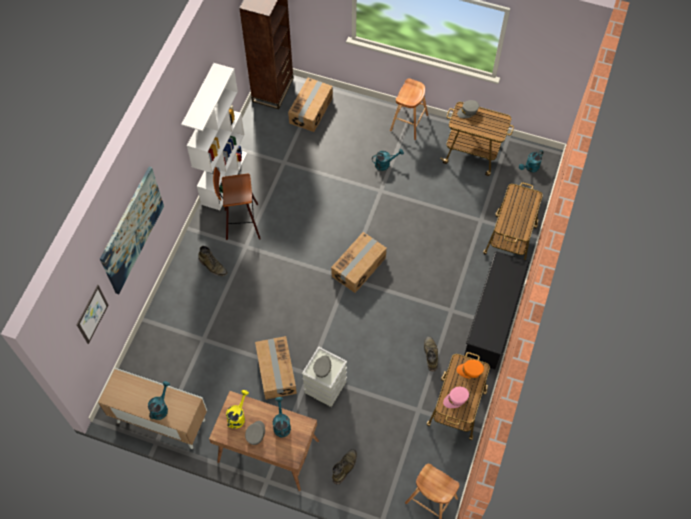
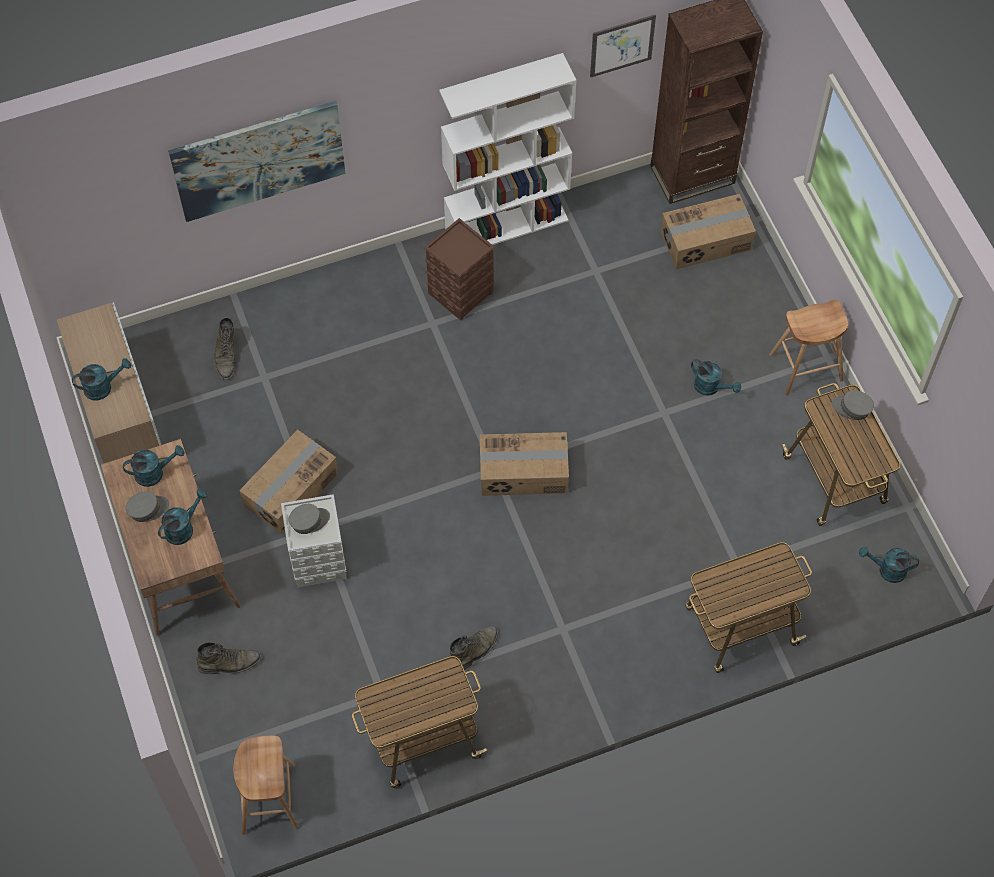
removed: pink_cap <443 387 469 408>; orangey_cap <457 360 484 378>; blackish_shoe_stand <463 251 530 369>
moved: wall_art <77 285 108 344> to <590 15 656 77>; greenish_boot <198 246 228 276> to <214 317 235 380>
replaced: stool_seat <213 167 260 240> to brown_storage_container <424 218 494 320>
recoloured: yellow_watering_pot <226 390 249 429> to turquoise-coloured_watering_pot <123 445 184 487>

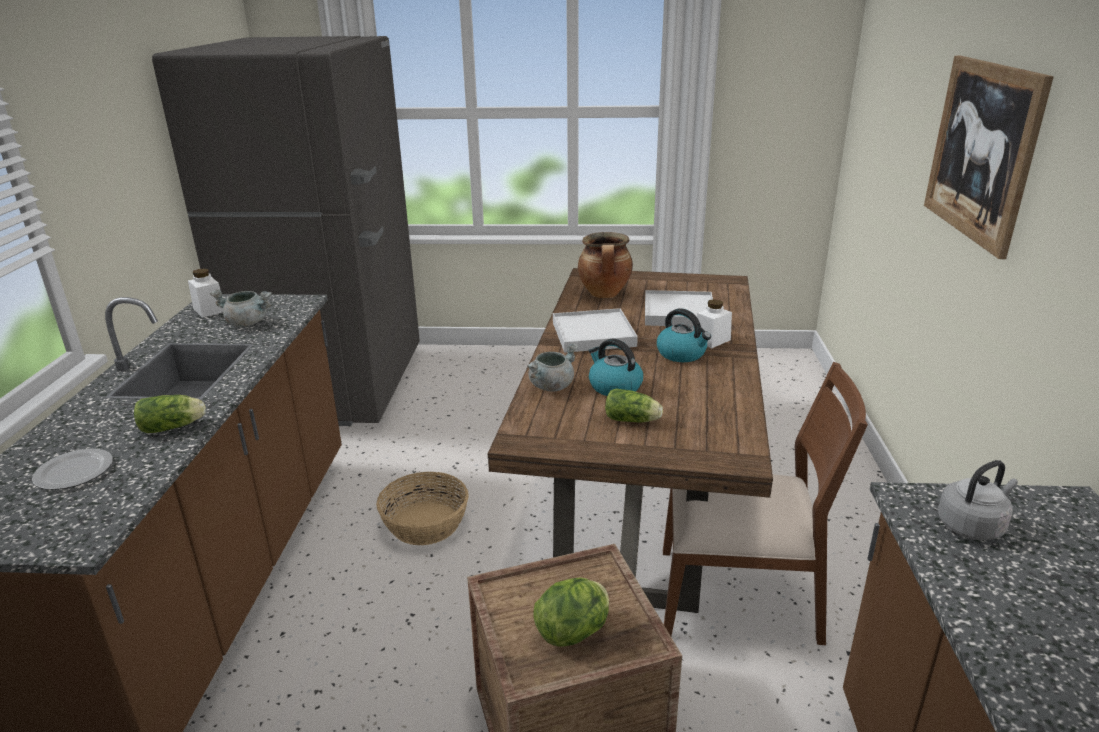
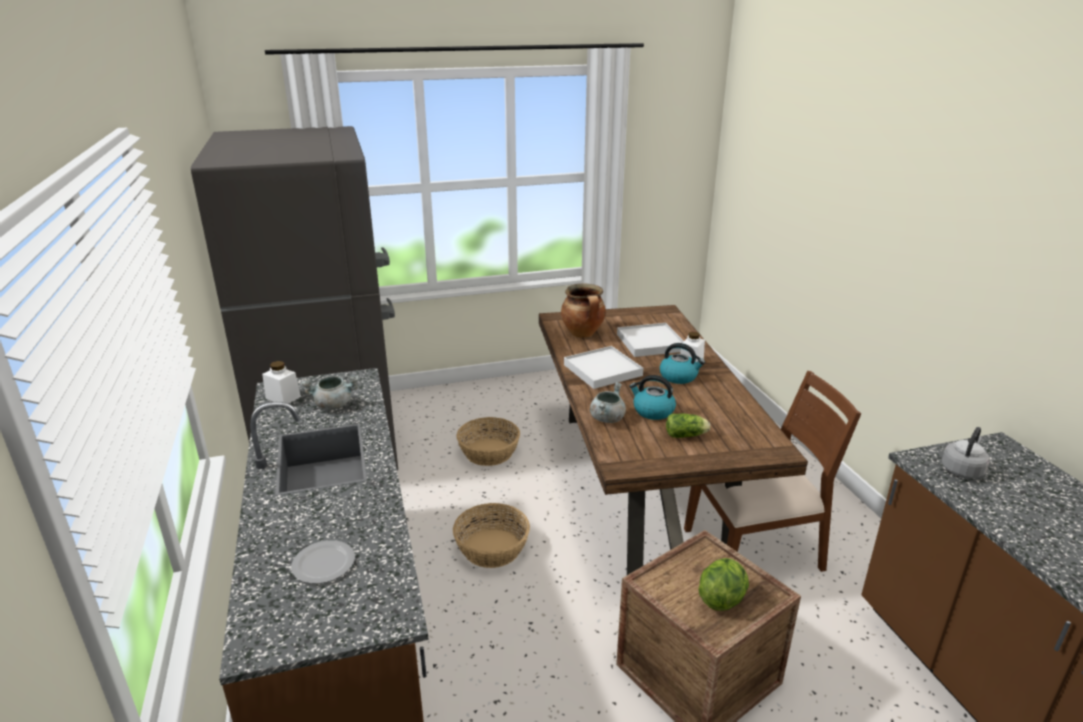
removed: lettuce <134 395 206 433>; wall_art <924 56 1054 259>
added: storage_basket <457 417 520 466>

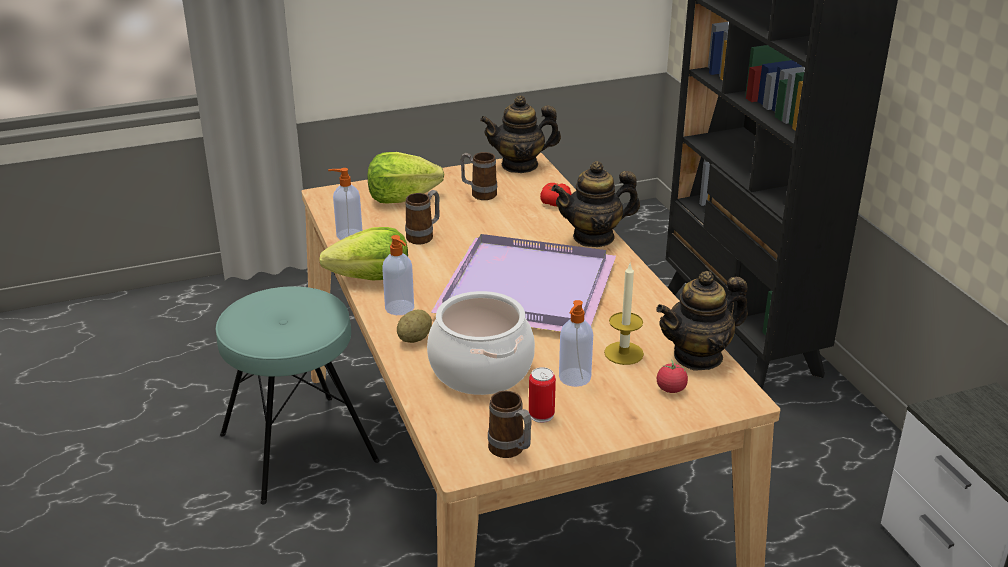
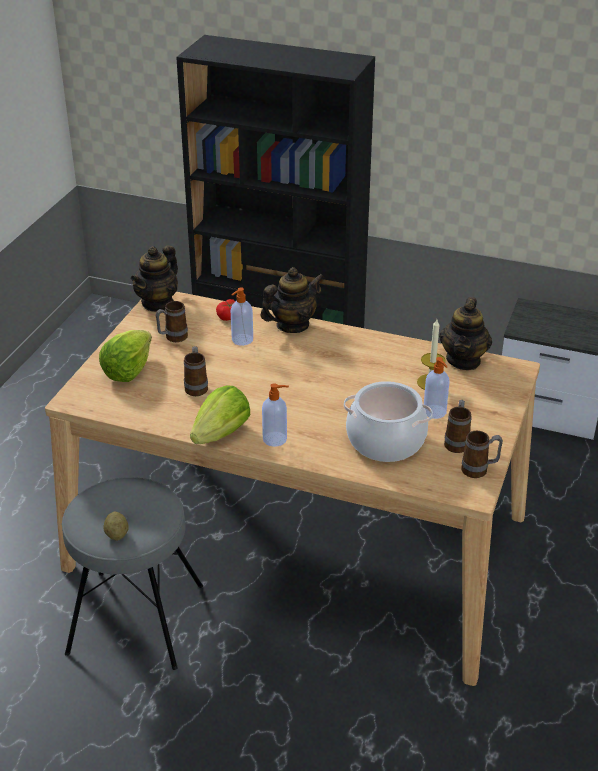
removed: purple-coloured_tray <431 234 616 332>; whole_tomato <657 360 688 393>
moved: soap_bottle <328 168 363 240> to <231 287 253 346>; whole_potato <397 310 432 343> to <104 512 129 541>
replaced: sealed_can <529 367 556 423> to tea_mug <444 400 471 453>
recoloured: turquoise-coloured_stool_seat <215 286 380 505> to grey_stool_seat <62 477 203 670>
turned: tea_pot <551 161 640 247> = <261 267 324 333> 150 degrees counterclockwise

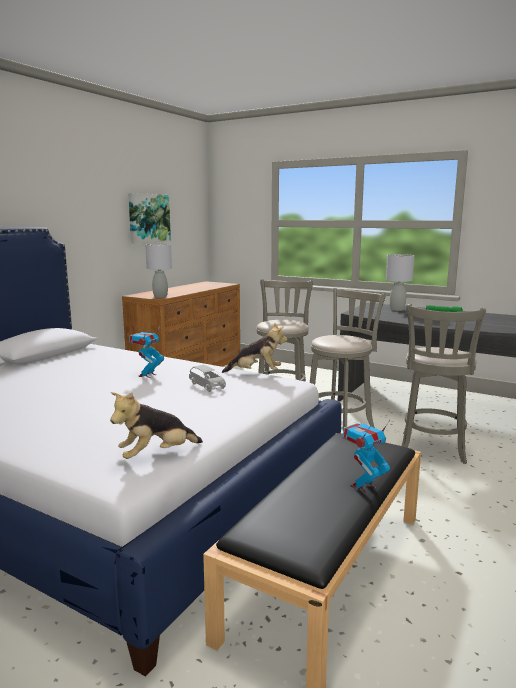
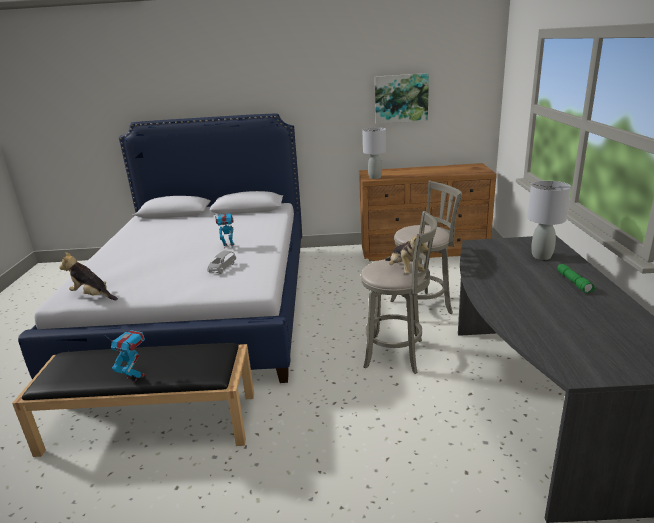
removed: grey_stool_seat <402 304 486 464>
moved: cuddly_toy <222 323 288 373> to <385 231 429 274>

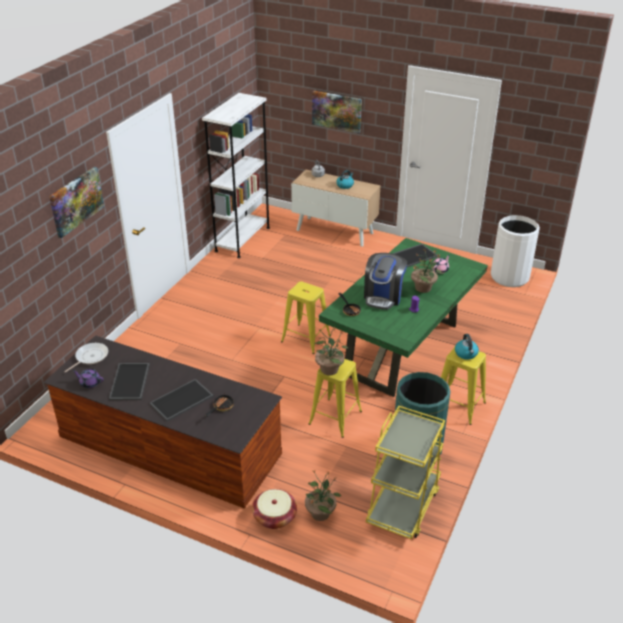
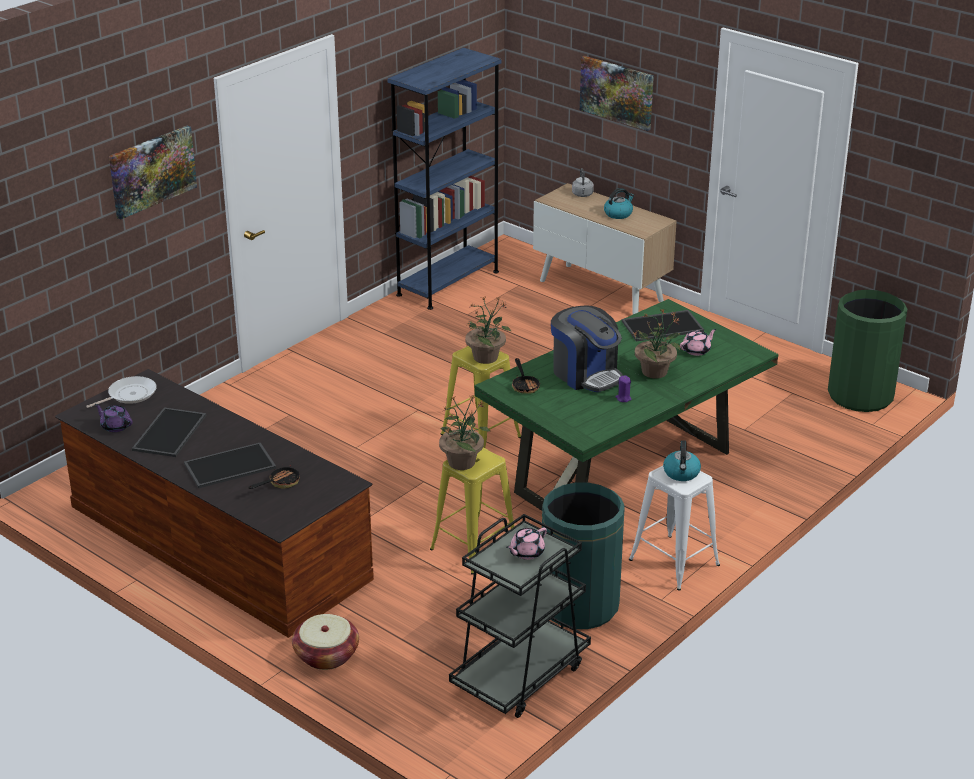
added: pink_tea_pot <506 528 547 560>
moved: houseplant <305 471 341 521> to <465 296 512 364>
recoloured: whitish_shelving_unit <202 93 270 258> to bluish_shelving_unit <387 48 502 310>; yellow_wheeled_cart <366 405 445 539> to blackish_wheeled_cart <449 514 591 718>; yellow_stool_seat <441 347 486 425> to whitish_stool_seat <629 466 720 591>; whitish_waste_bin <491 215 540 287> to greenish_waste_bin <828 290 907 412>
turned: coffee_brewer <364 253 407 310> = <551 305 623 392> 75 degrees counterclockwise

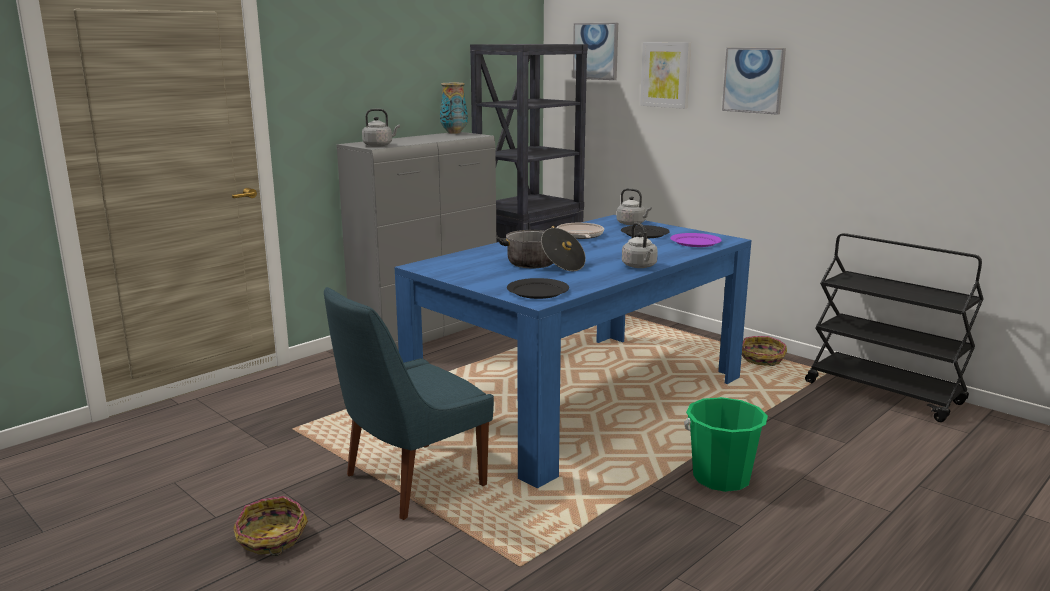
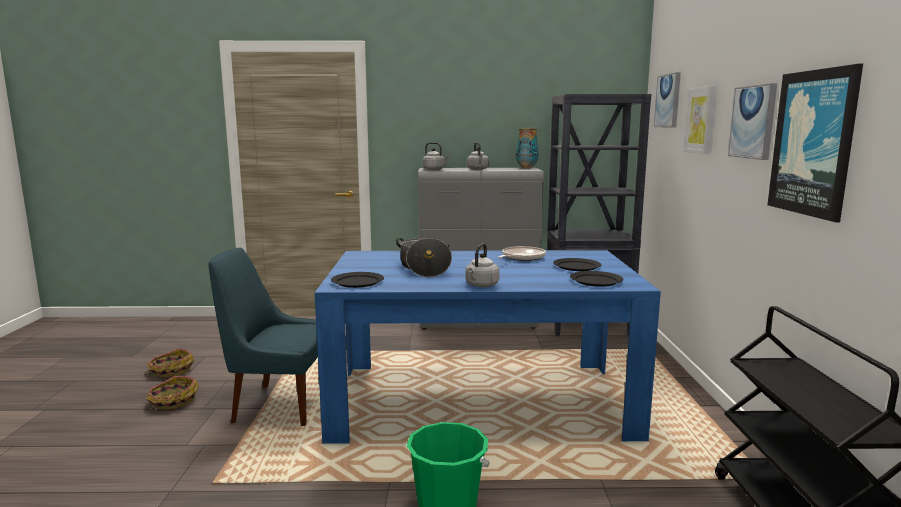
added: wall_art <767 64 863 222>
moved: grey_water_kettle <617 188 652 225> to <467 142 489 170>; storage_basket <742 336 787 366> to <144 348 194 378>
recoloured: purple-coloured_flat_dish <670 233 722 247> to blackish_flat_dish <570 271 623 287>

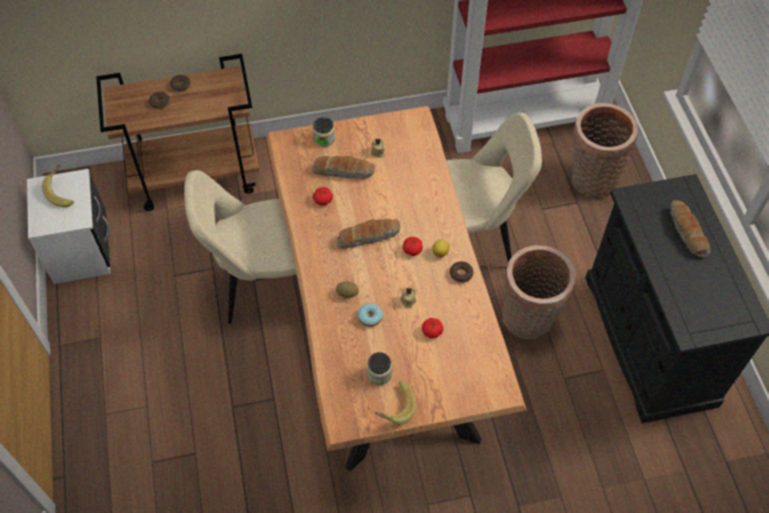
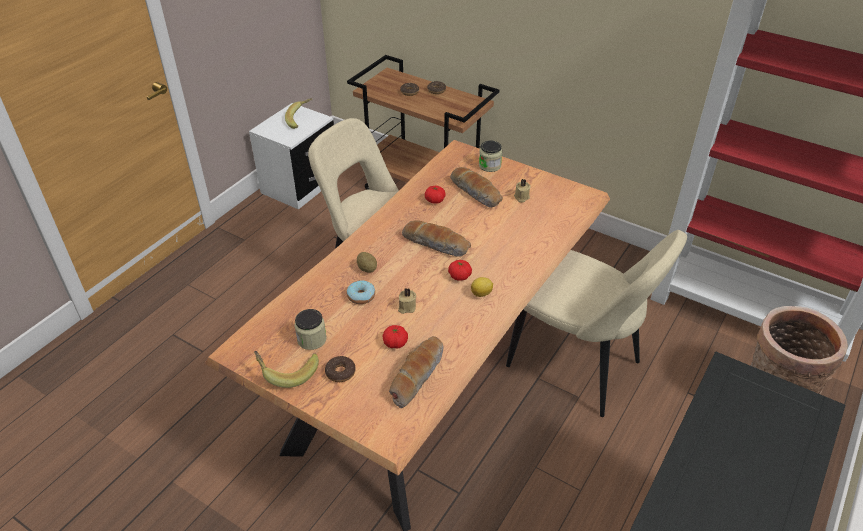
removed: storage_basket <502 245 576 339>
moved: doughnut <450 261 473 283> to <325 356 356 382>; bakery_bread <670 200 710 258> to <389 336 444 408>

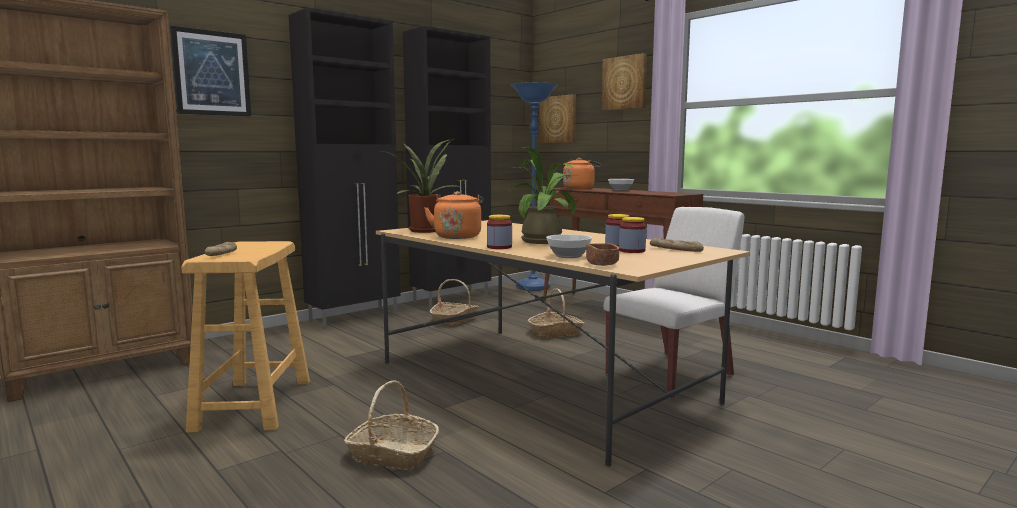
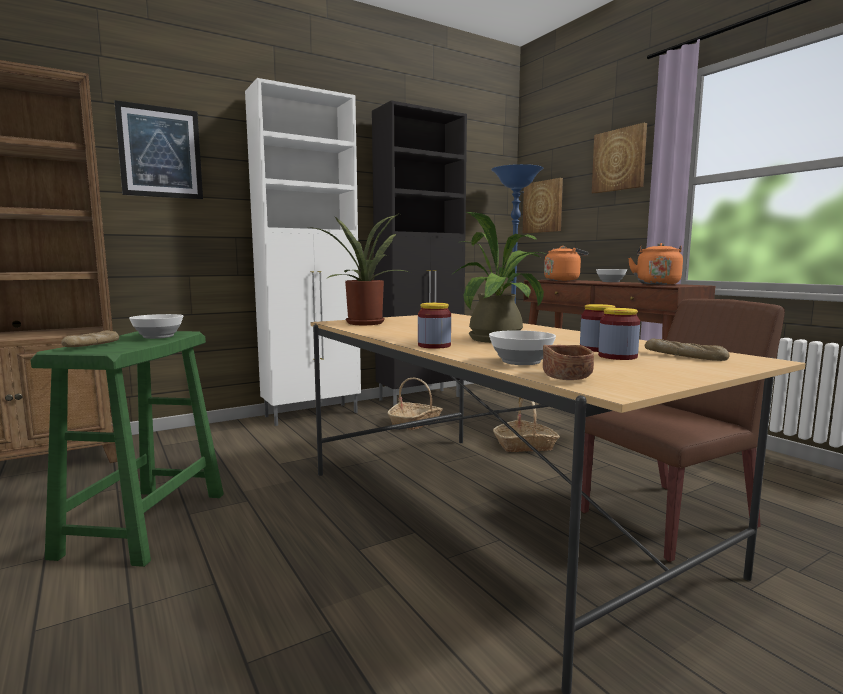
removed: storage_basket <344 381 439 470>
added: serving_bowl <129 314 183 339>
moved: orangey_water_kettle <424 191 483 239> to <628 243 683 285>
recoloured: sand-coloured_stool_seat <181 241 310 433> to greenish_stool_seat <30 331 224 567>; blackish_cupboard <289 8 401 329> to whitish_cupboard <245 78 361 426>; whitish_upright_chair <603 207 744 399> to brown_upright_chair <581 299 785 562>

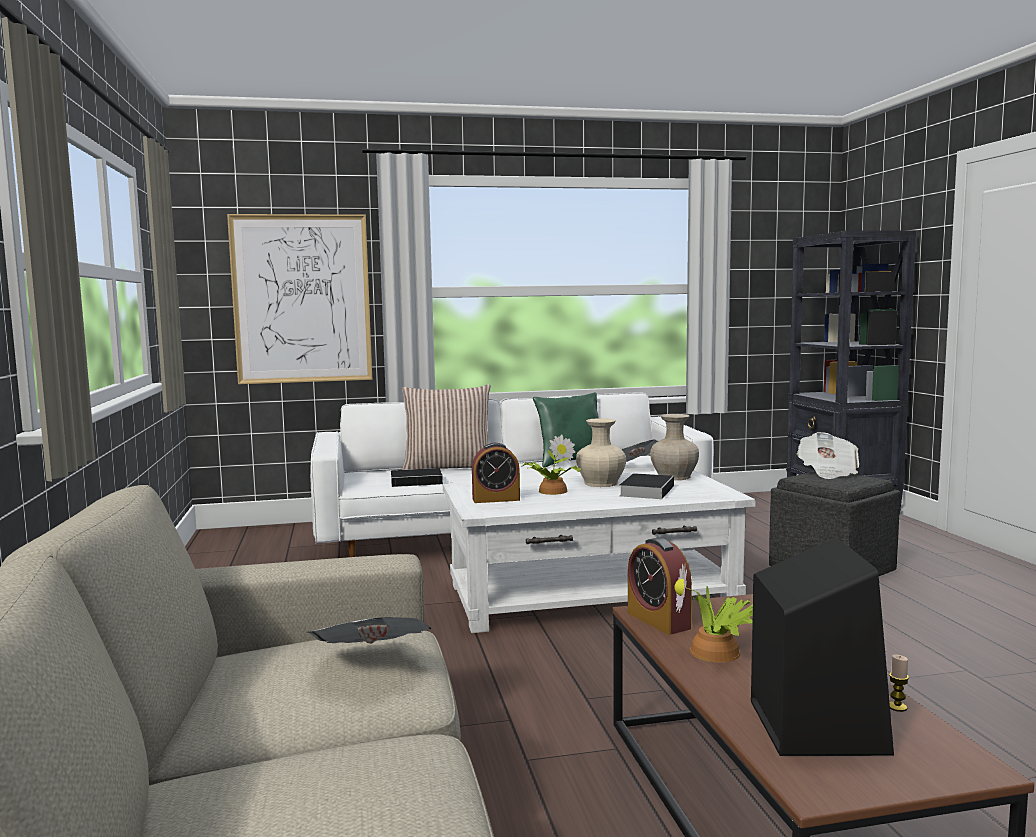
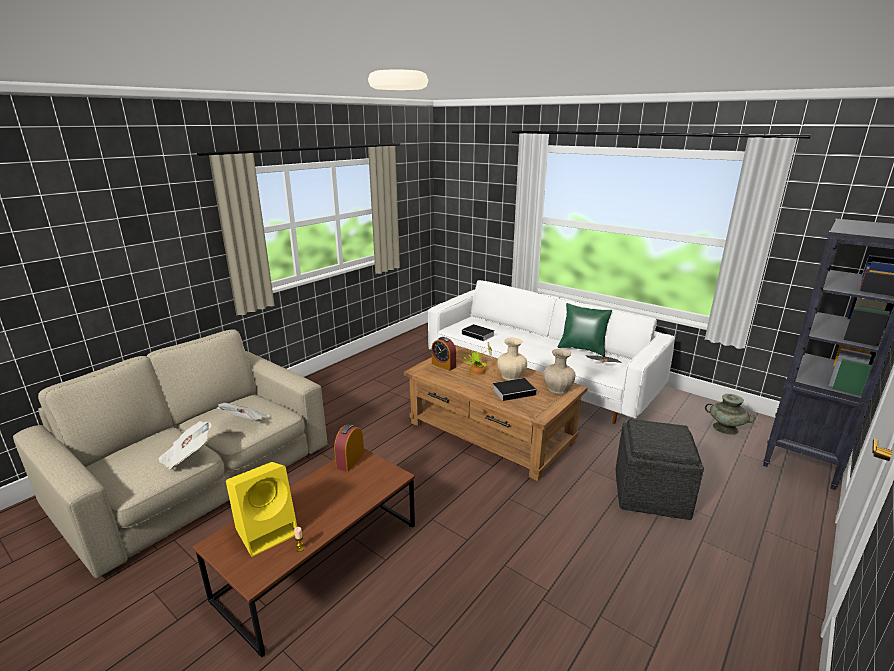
removed: wall_art <227 214 372 384>; throw_pillow <402 384 491 470>; houseplant <674 564 753 662>
added: turquoise-coloured_vase <705 394 756 435>
moved: newspaper <797 432 859 479> to <158 421 212 469>
recoloured: whitish_low_table <443 470 756 633> to brown_low_table <404 345 588 481>; blackish_audio_speaker <751 537 894 756> to yellow_audio_speaker <226 462 297 557>

